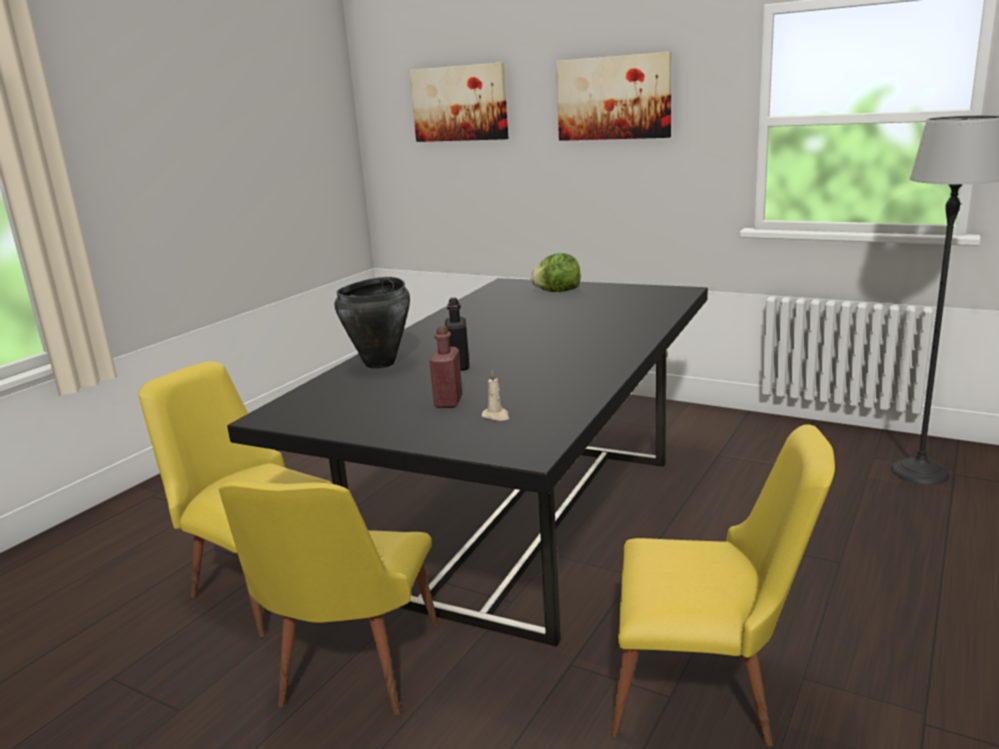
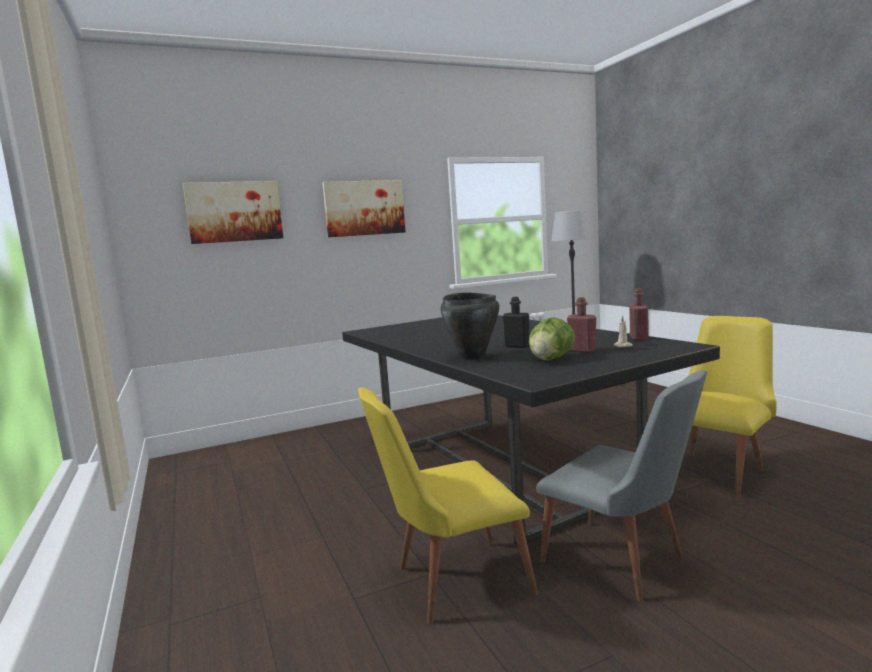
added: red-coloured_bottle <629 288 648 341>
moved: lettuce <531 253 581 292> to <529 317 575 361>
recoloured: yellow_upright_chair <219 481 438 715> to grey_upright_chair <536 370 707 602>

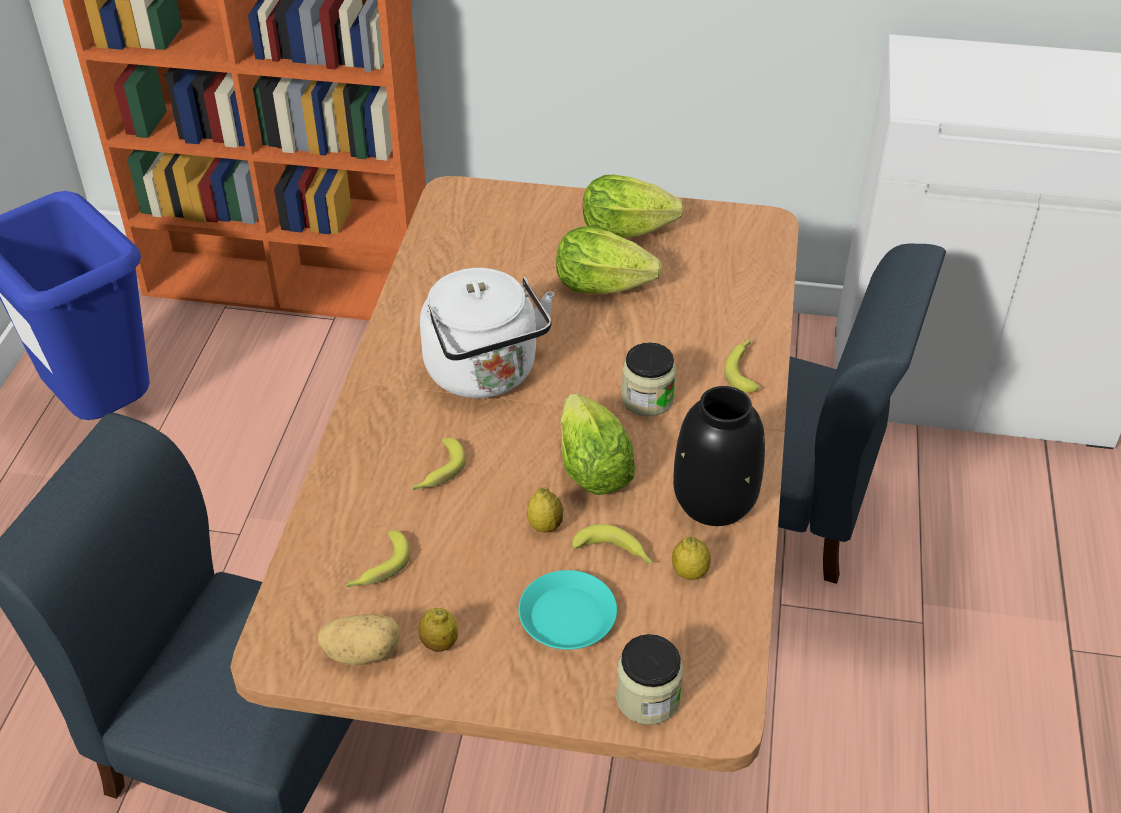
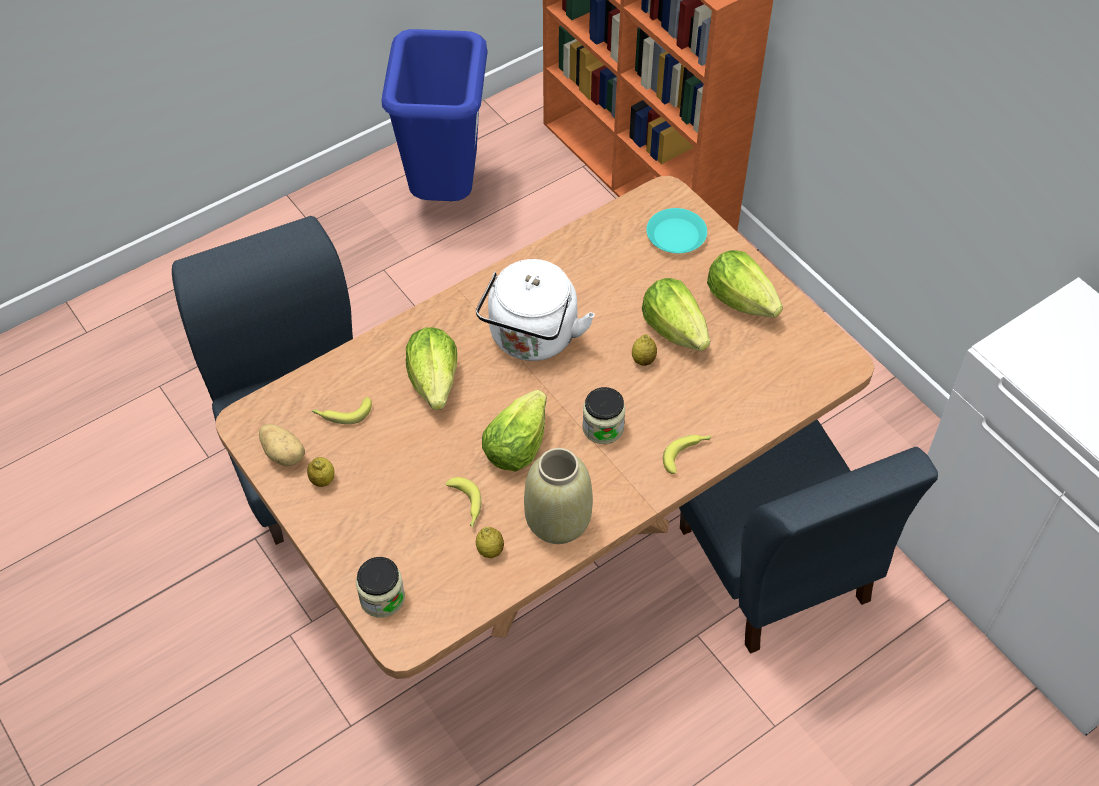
moved: turquoise-coloured_flat_dish <518 570 617 649> to <646 208 707 253>; lemon <527 487 563 533> to <632 334 657 366>
replaced: banana_fruit <412 438 466 490> to lettuce <406 327 457 410>
recoloured: blackish_vase <673 386 765 526> to sand-coloured_vase <524 448 593 544>

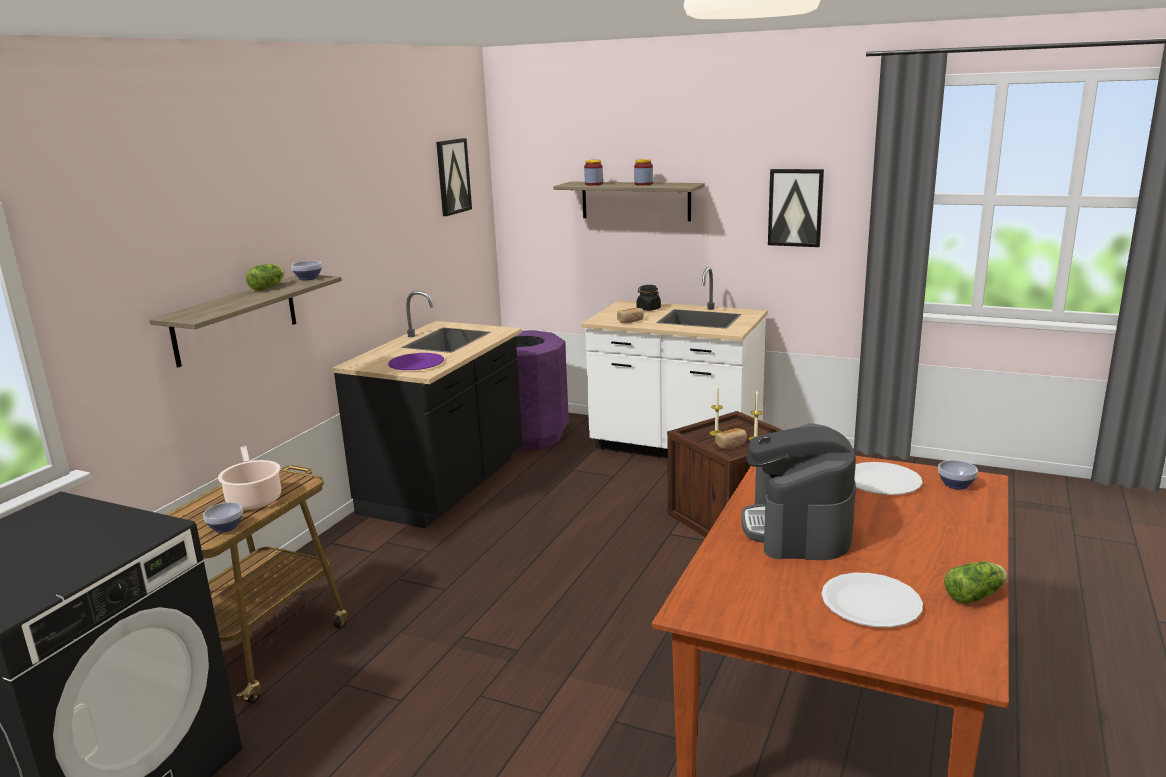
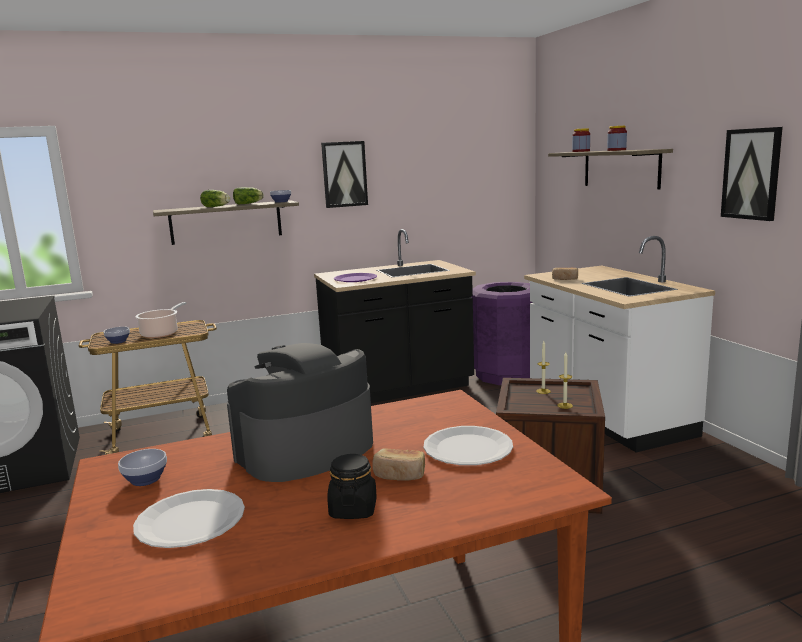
moved: wall_art <436 138 472 216> to <321 141 368 208>; blackish_preserve_jar <637 285 661 311> to <327 454 377 519>; bakery_bread <715 428 747 449> to <372 448 425 481>; serving_bowl <938 460 978 489> to <118 449 167 486>; lettuce <944 561 1008 604> to <200 190 230 207>

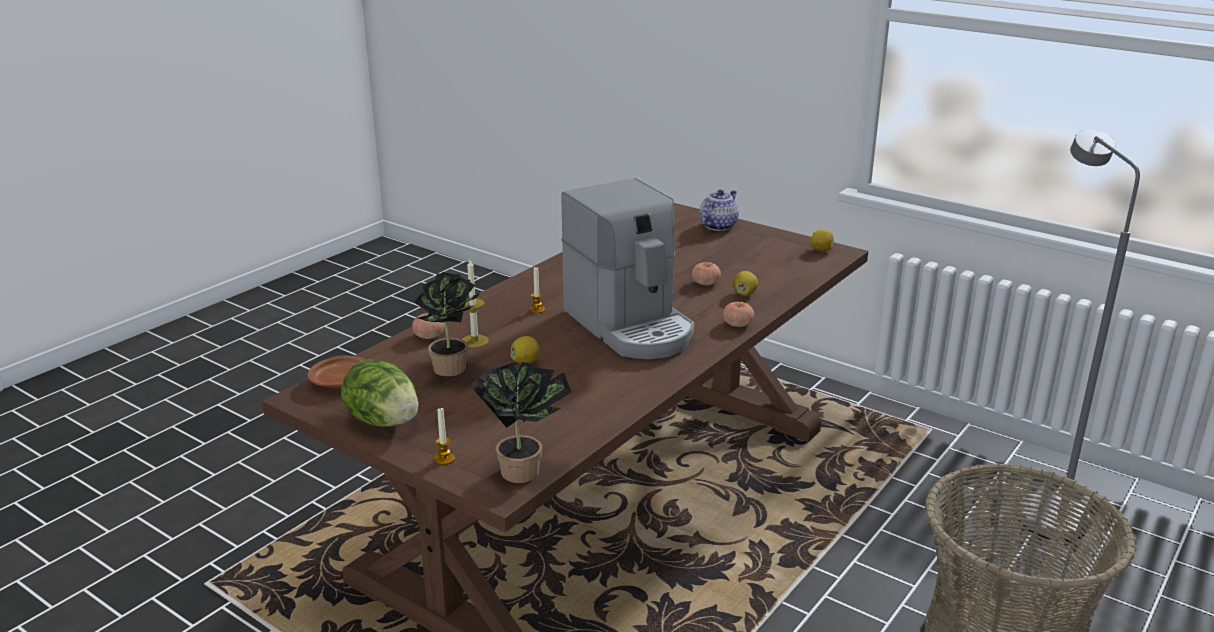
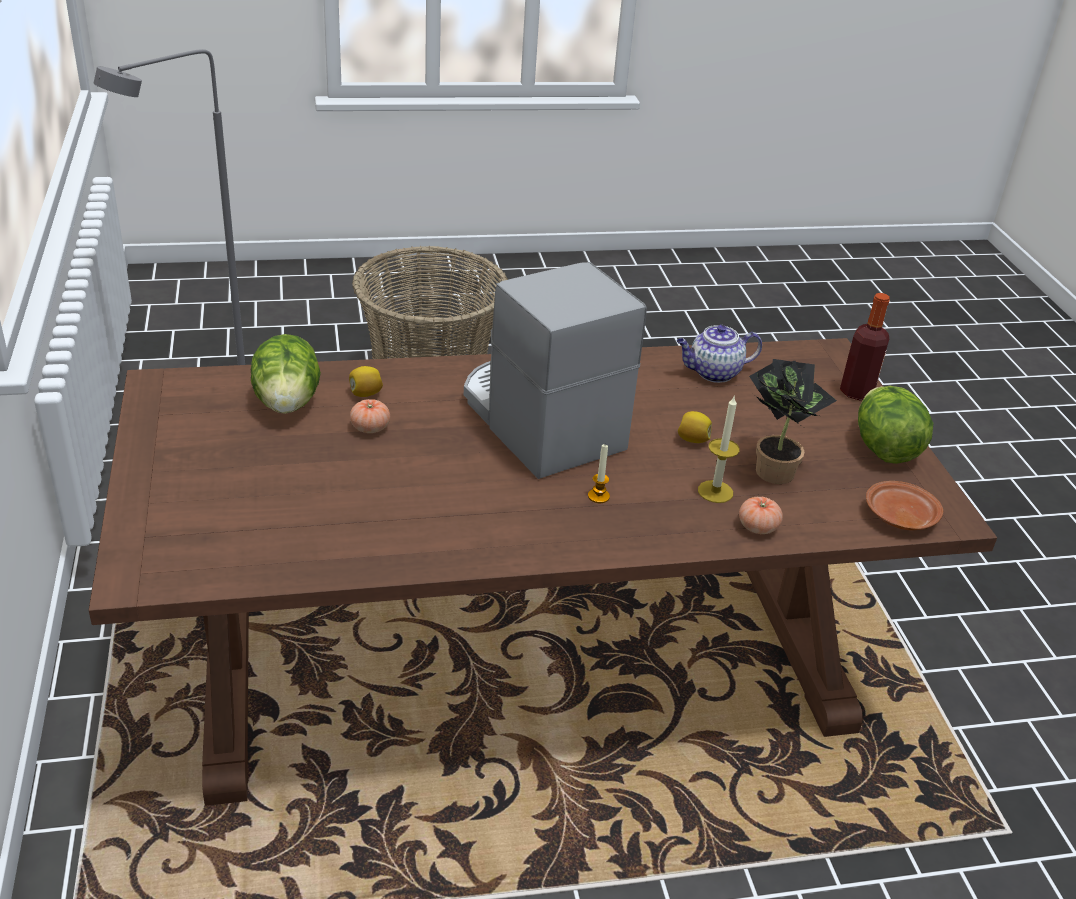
removed: houseplant <470 362 572 483>; whole_tomato <723 302 754 327>; lemon <810 229 834 251>
added: lettuce <251 334 321 414>
moved: tea_pot <700 190 739 231> to <677 325 762 383>
replaced: candle <434 408 455 465> to bottle <840 293 890 401>
turned: coffee_brewer <561 178 694 359> = <464 262 647 479> 45 degrees counterclockwise

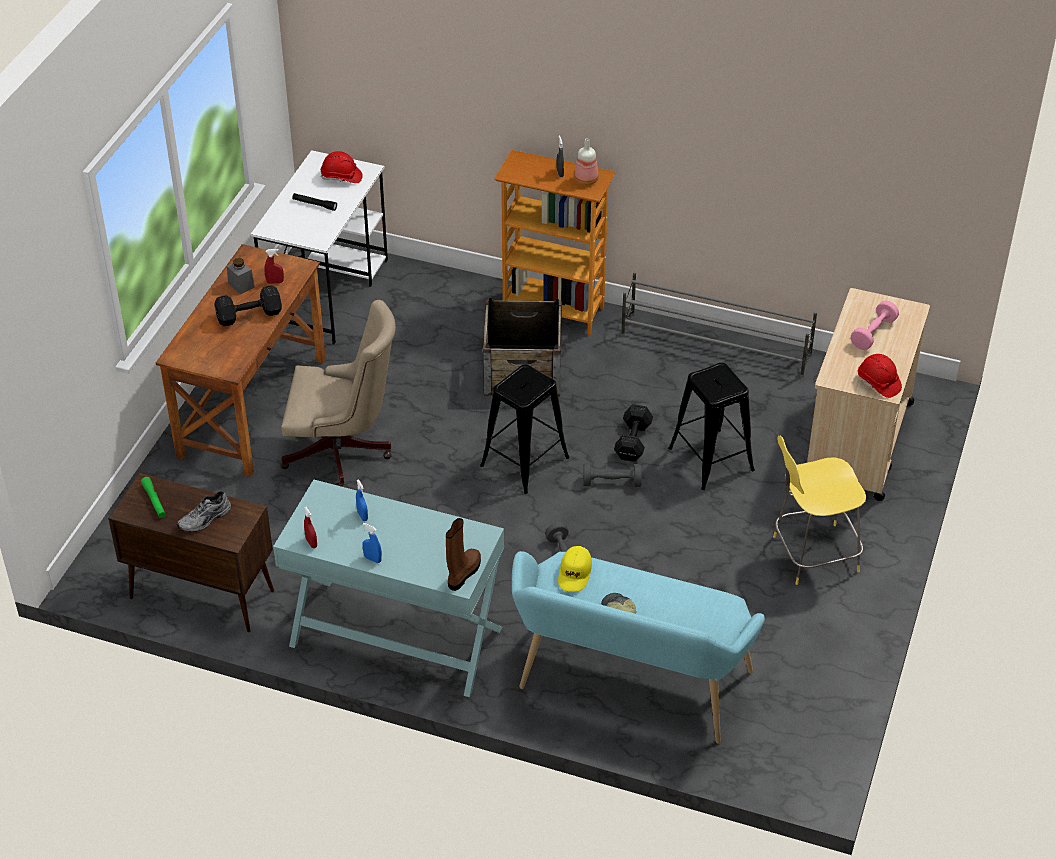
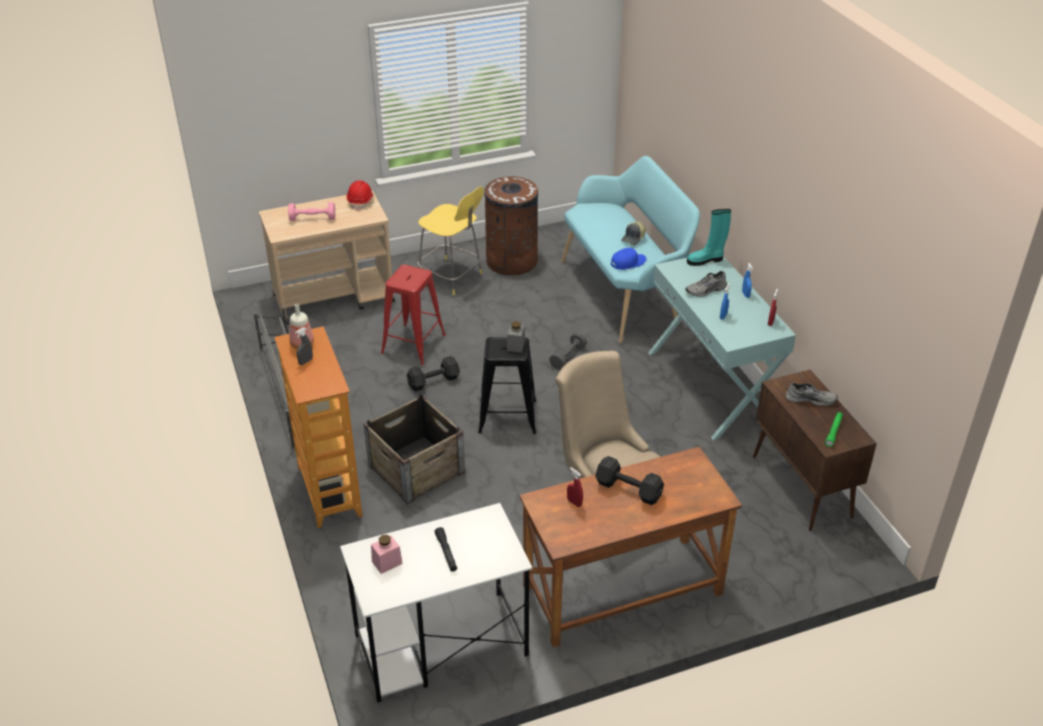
removed: grey_free_weight <583 463 642 487>
added: brown_waste_bin <483 176 538 275>; grey_item_of_footwear <685 271 727 297>
moved: grey_preserve_jar <227 258 255 294> to <507 321 525 352>
replaced: red-coloured_safety_helmet <321 151 363 183> to pink_preserve_jar <371 535 403 574>
recoloured: brown_boot <446 518 481 591> to turquoise-coloured_boot <687 209 731 266>; yellow_cap <558 546 592 592> to bluish_cap <611 248 646 270>; blackish_stool_seat <668 363 755 490> to red-coloured_stool_seat <381 265 446 365>

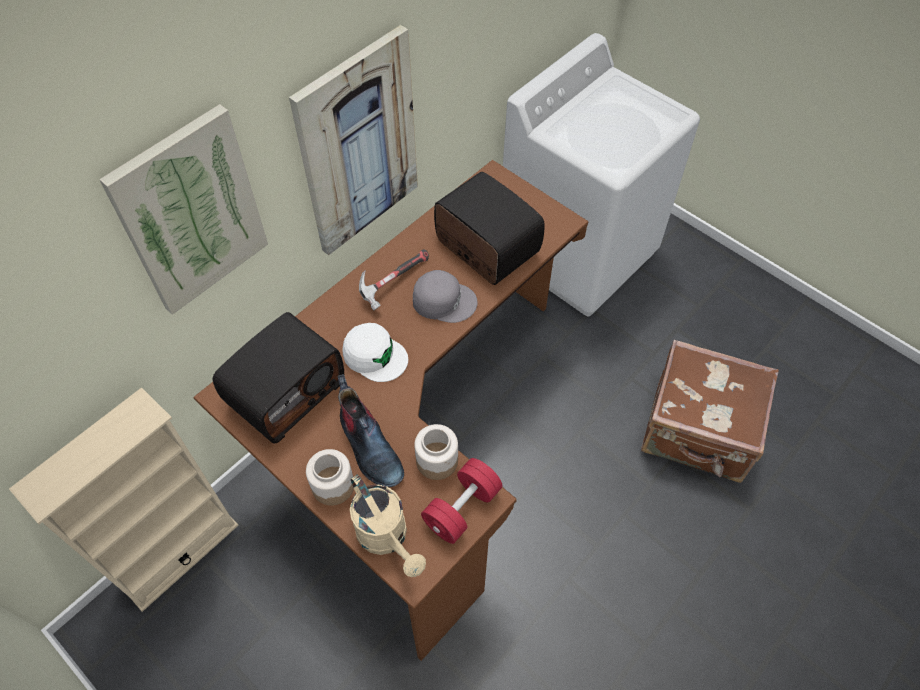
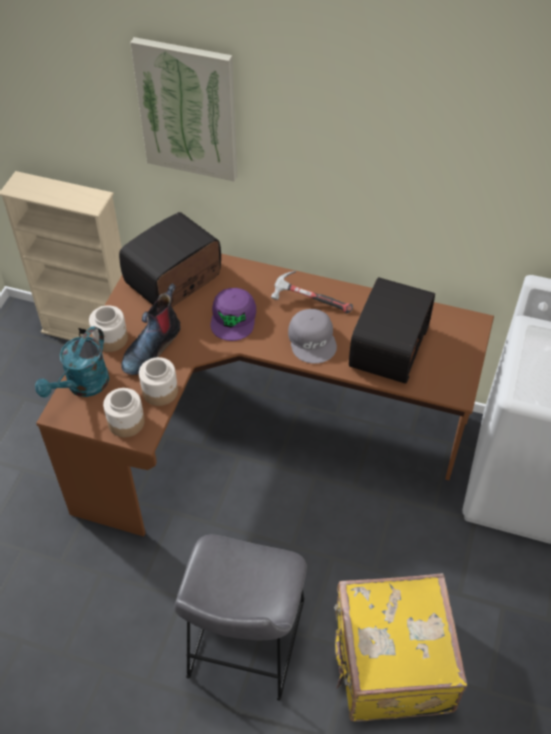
removed: wall_art <289 25 418 255>
added: grey_stool_seat <174 534 307 701>
replaced: red-coloured_free_weight <421 458 503 544> to preserve_jar <103 388 145 437>
recoloured: whitish_cap <342 323 408 382> to purple-coloured_cap <211 288 256 341>; sand-coloured_watering_pot <350 475 426 577> to turquoise-coloured_watering_pot <35 326 109 398>; brown_travel_case <641 340 779 483> to yellow_travel_case <334 573 467 721>
turned: radio_set <213 312 344 443> = <119 212 221 307> 120 degrees clockwise

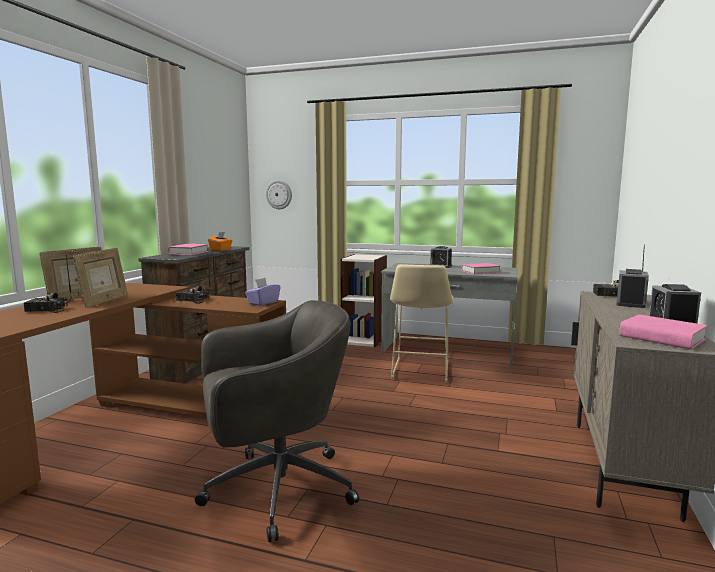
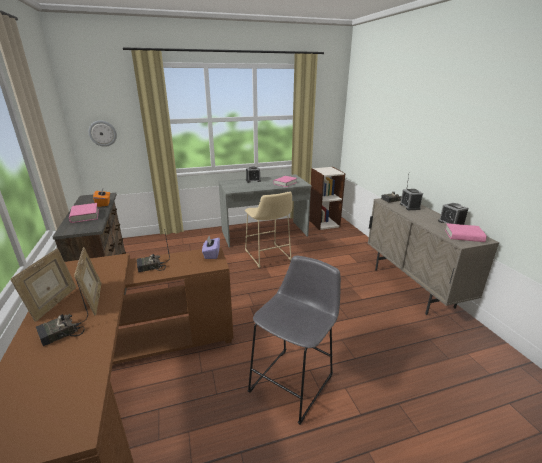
moved: shelving_unit <340 254 387 347> to <309 167 346 230>
replaced: grey_office_chair <195 300 359 542> to grey_stool_seat <247 256 341 425>

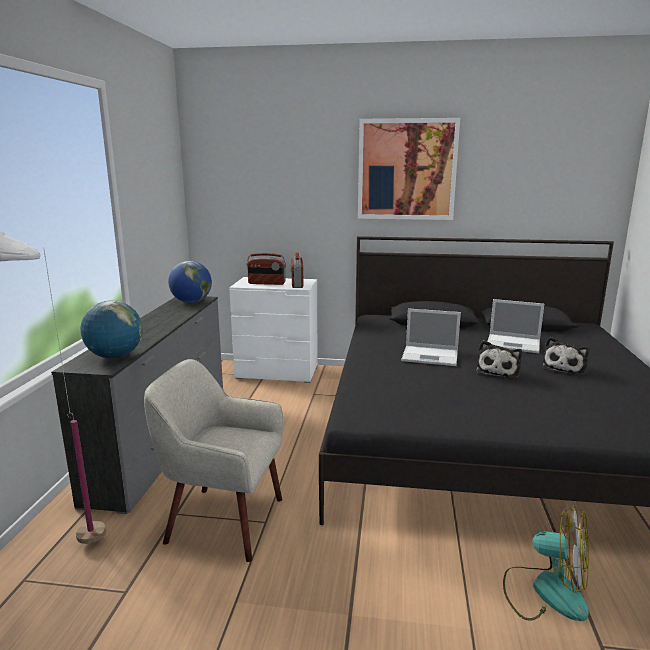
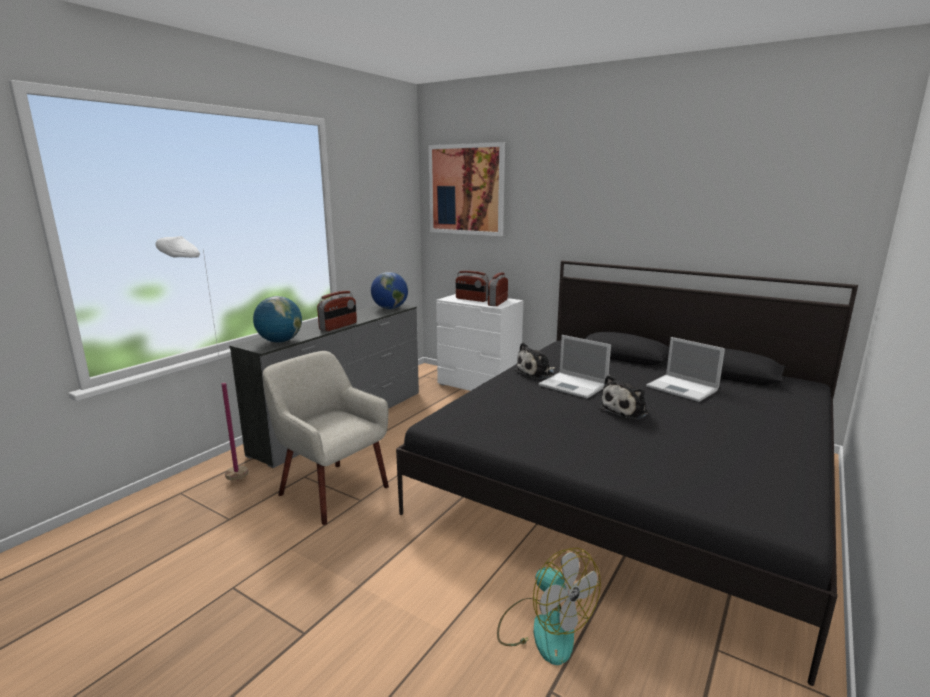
added: radio_set <317 291 357 331>
moved: wall_art <358 118 460 220> to <428 142 505 236>; cuddly_toy <542 337 589 375> to <514 342 555 379>

